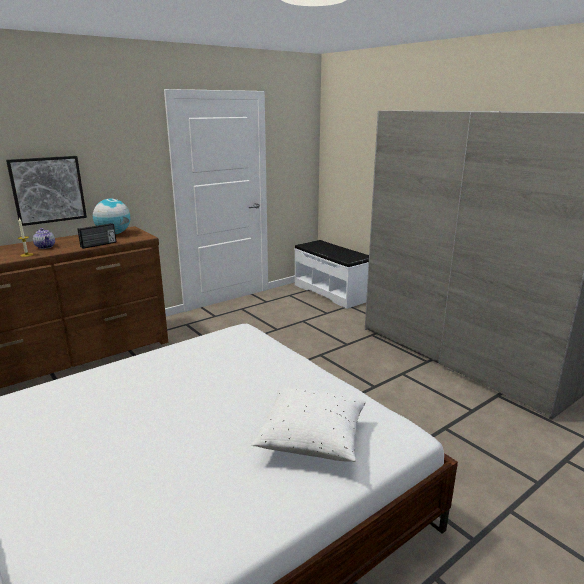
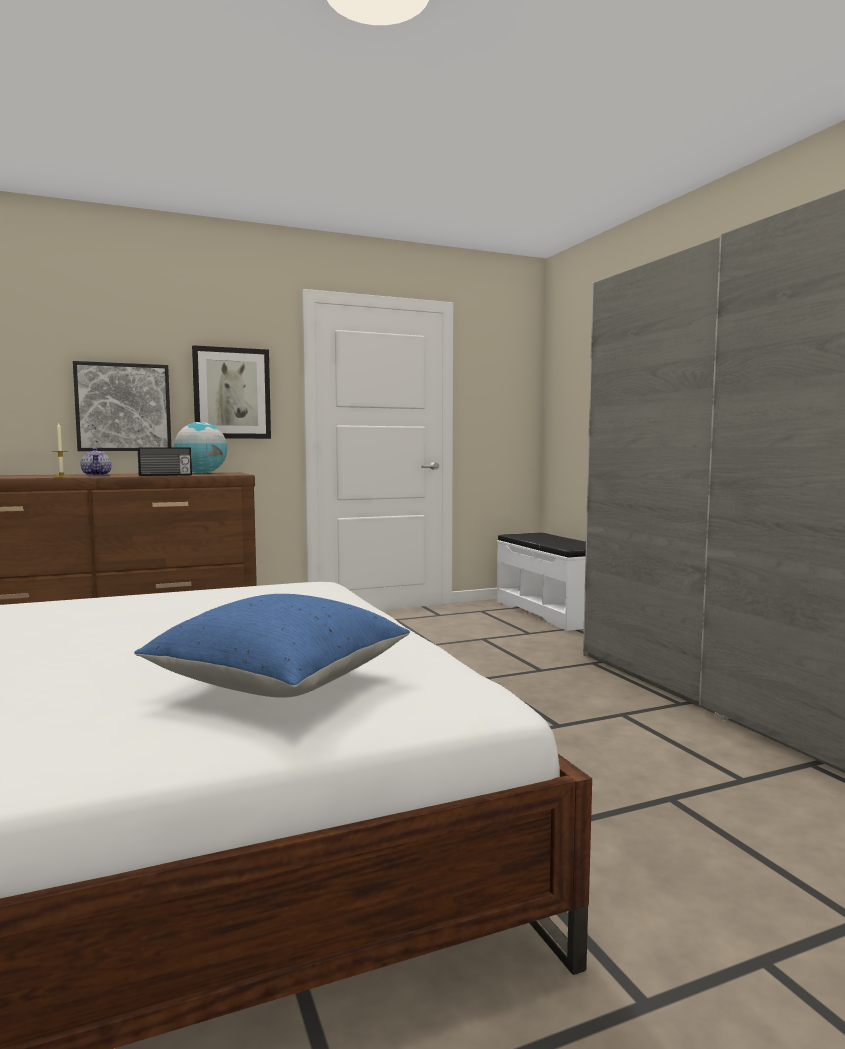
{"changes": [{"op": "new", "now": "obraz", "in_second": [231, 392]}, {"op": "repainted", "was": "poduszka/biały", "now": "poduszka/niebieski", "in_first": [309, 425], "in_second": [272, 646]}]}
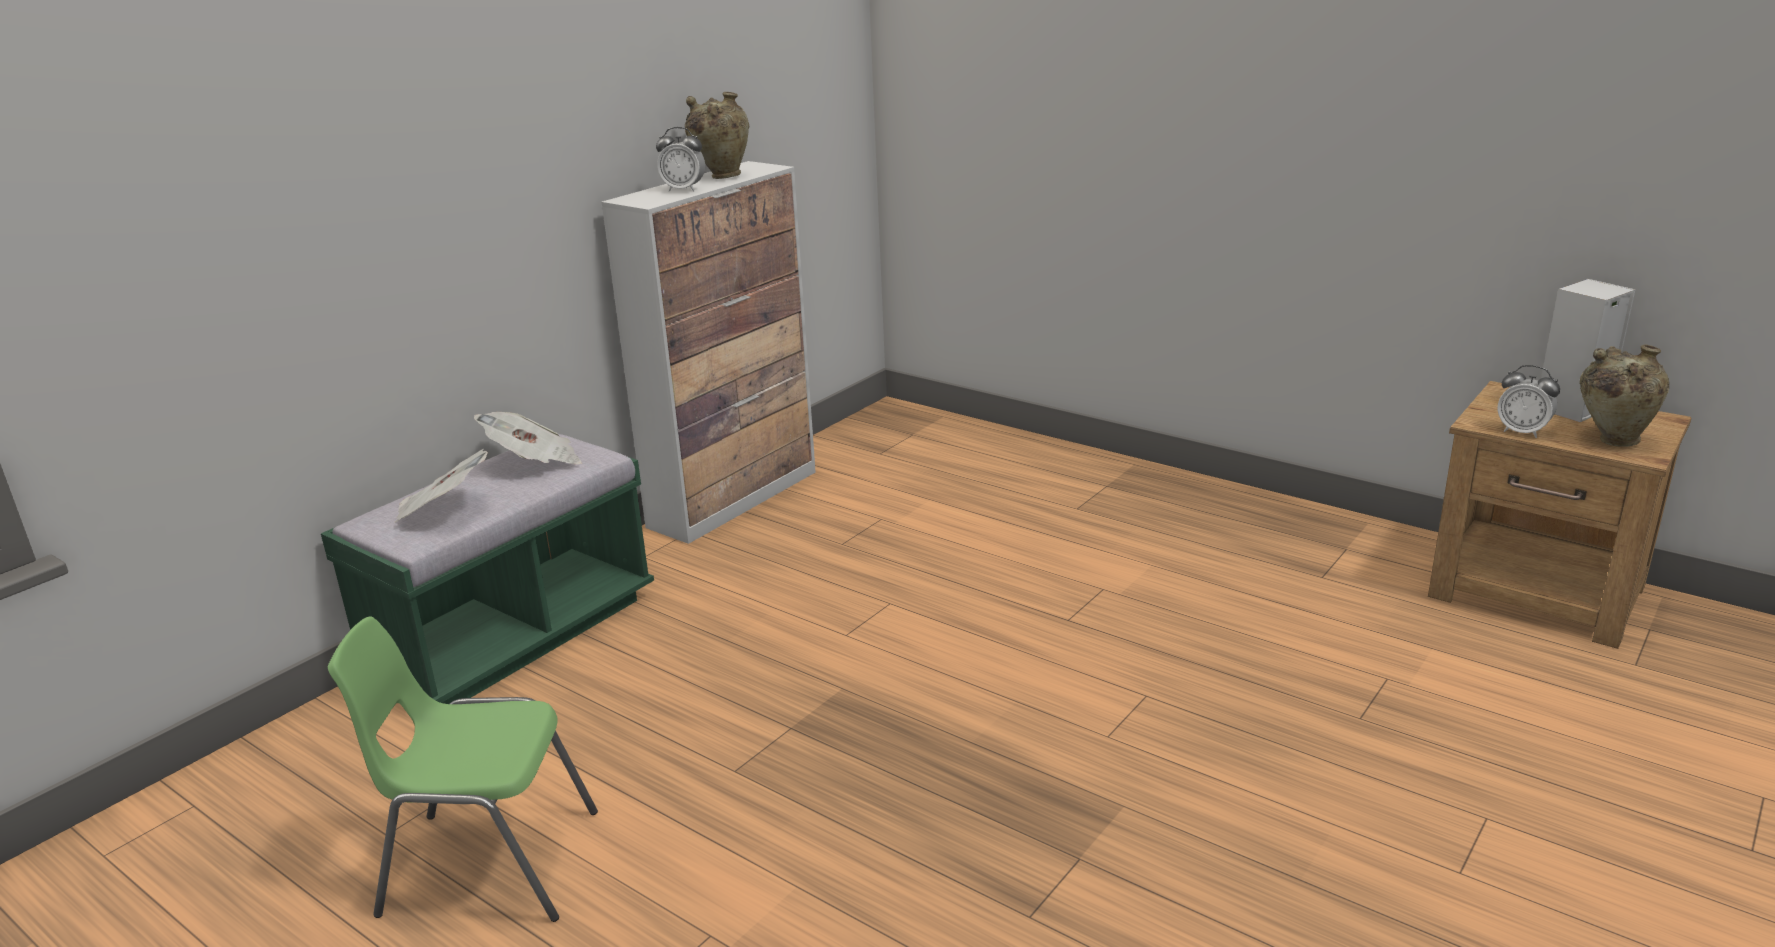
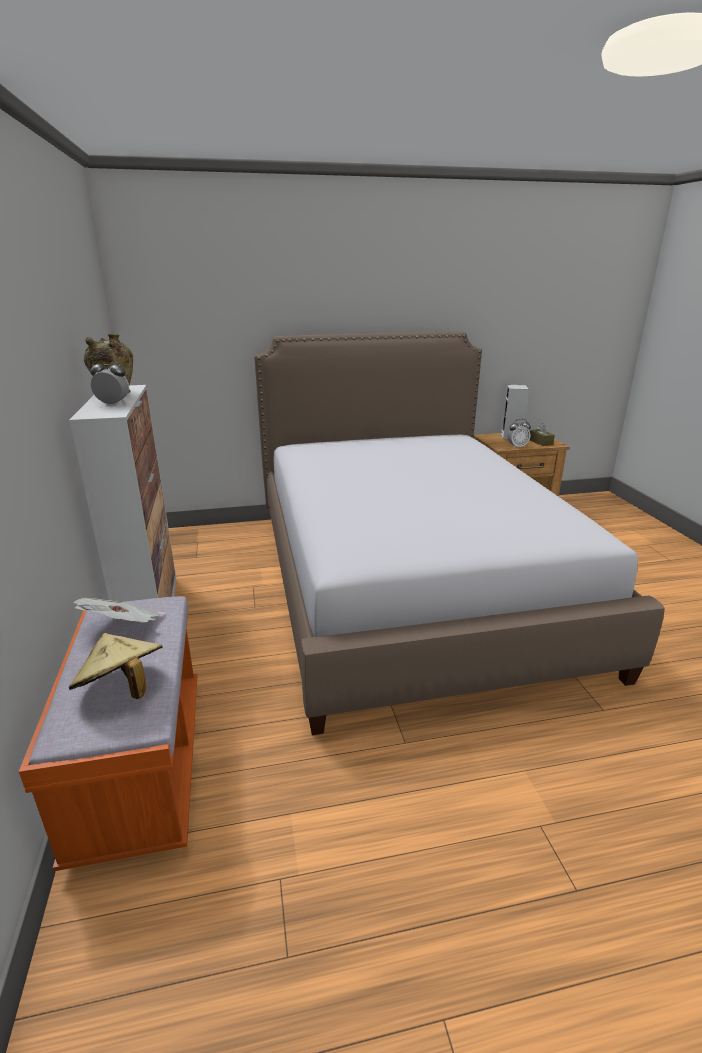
{"changes": [{"op": "gone", "was": "krzesło/zielony", "in_first": [463, 769]}, {"op": "new", "now": "łóżko", "in_second": [459, 533]}, {"op": "swapped", "was": "gazeta", "now": "kapelusz/beżowy", "in_first": [441, 486], "in_second": [116, 666]}, {"op": "swapped", "was": "wazon/beżowy", "now": "pudełko chusteczek/brązowy", "in_first": [1624, 396], "in_second": [542, 434]}, {"op": "repainted", "was": "ławka/zielony", "now": "ławka/pomarańczowy", "in_first": [487, 569], "in_second": [108, 733]}, {"op": "rotated", "was": "budzik", "in_first": [680, 159], "in_second": [109, 381], "clockwise": -135}]}
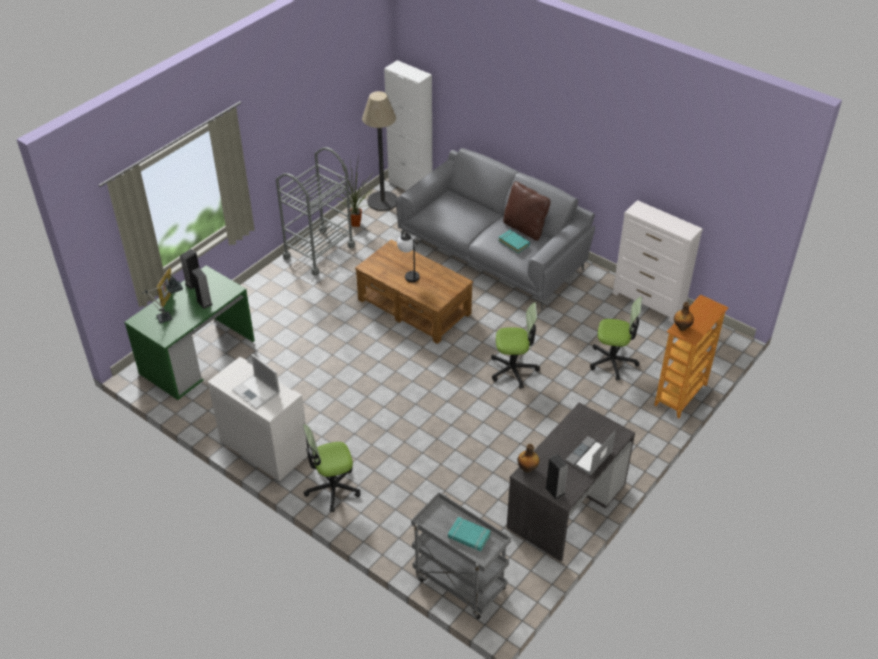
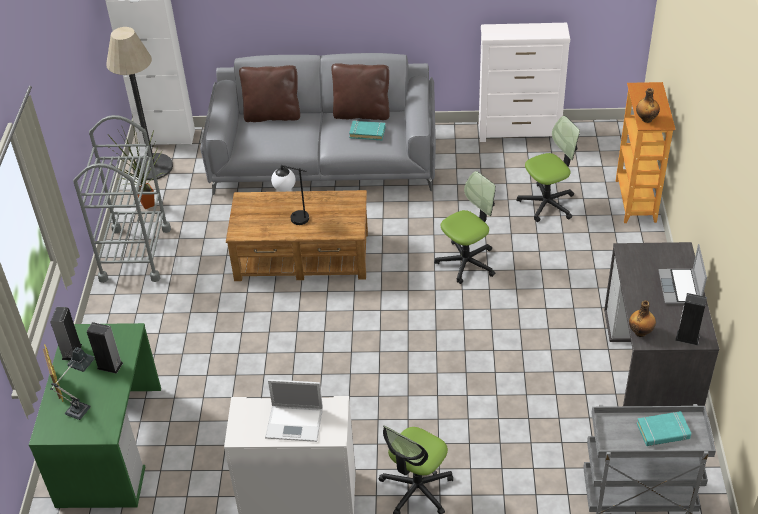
{"changes": [{"op": "new", "now": "poduszka/brązowy", "in_second": [269, 93]}]}
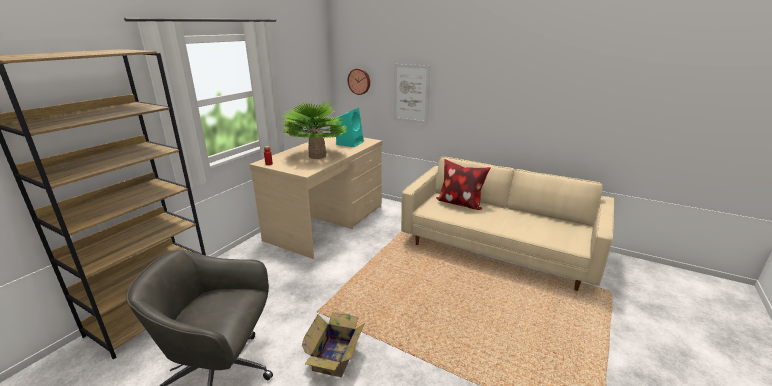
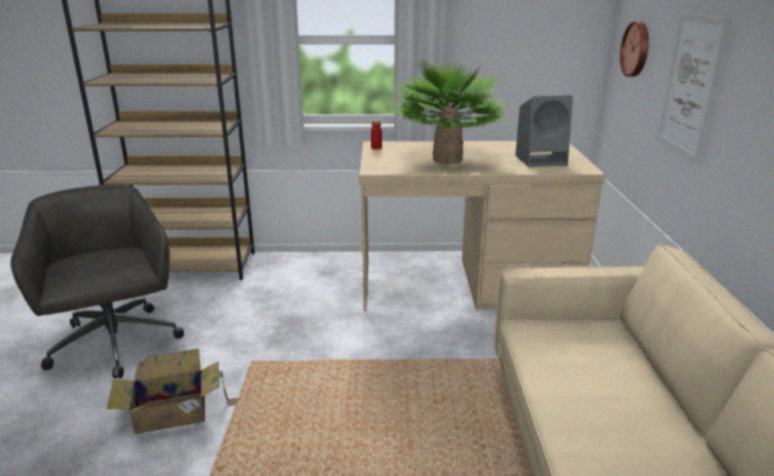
{"changes": [{"op": "gone", "was": "poduszka", "in_first": [463, 184]}, {"op": "repainted", "was": "głośnik/turkusowy", "now": "głośnik/szary", "in_first": [349, 127], "in_second": [544, 131]}]}
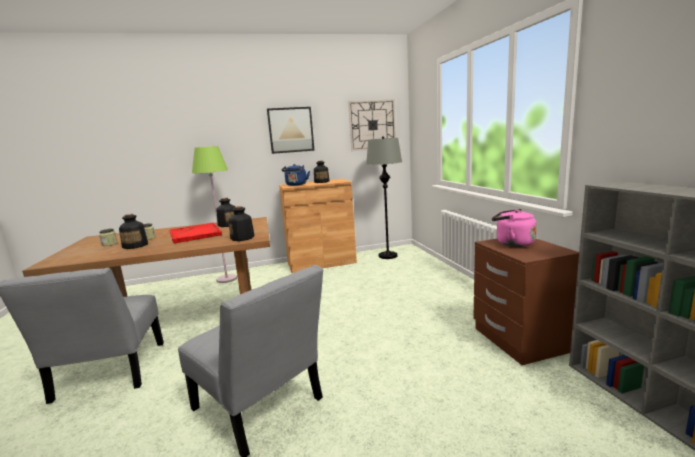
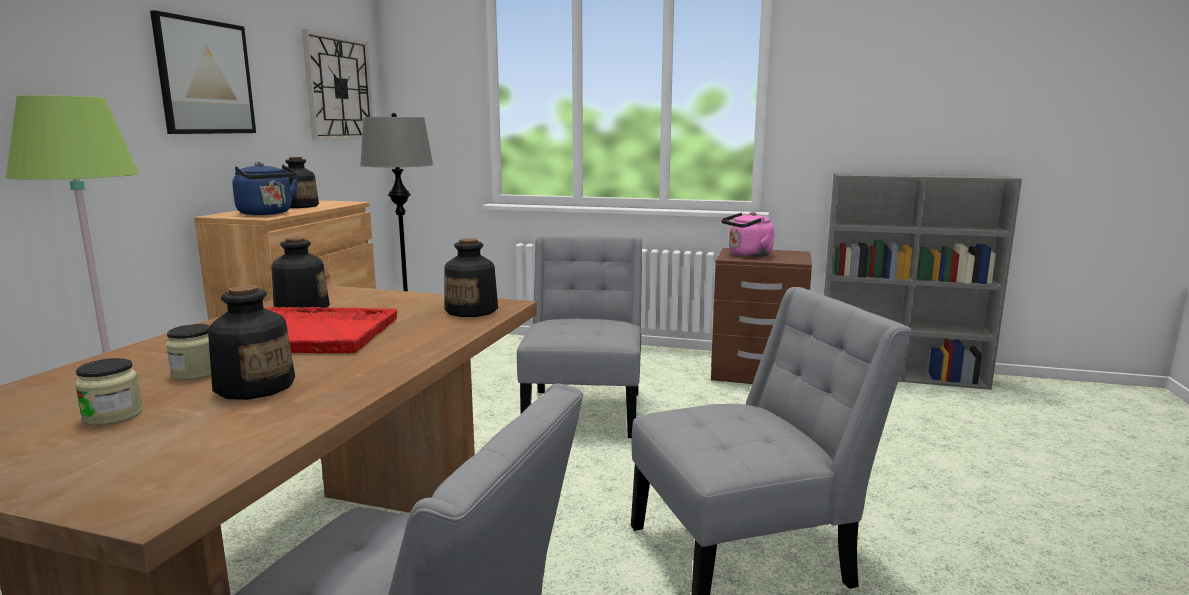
{"changes": [{"op": "new", "now": "krzesło/szary", "in_second": [579, 336]}]}
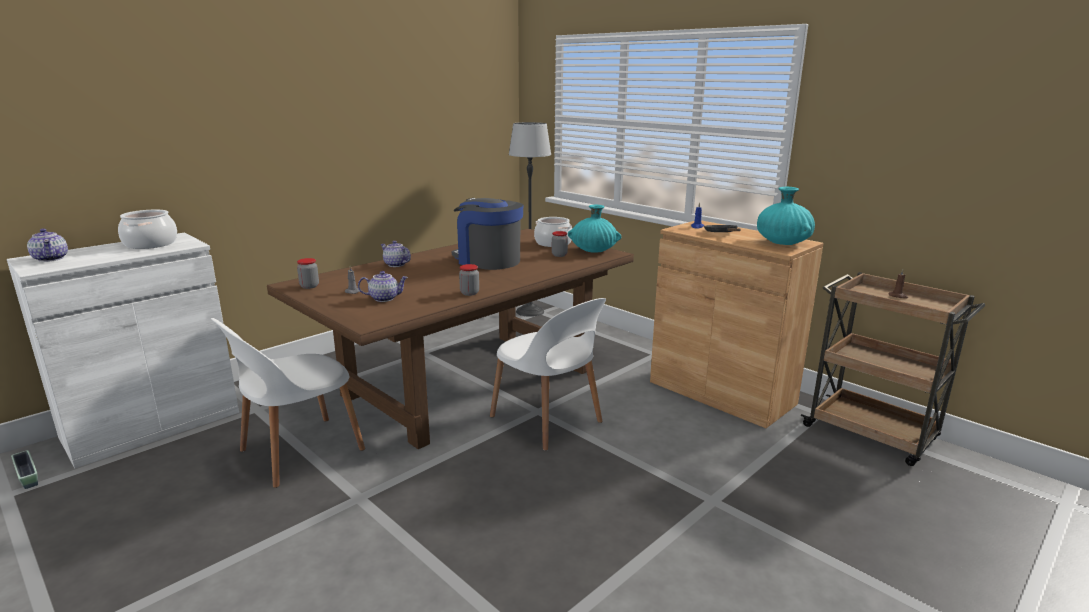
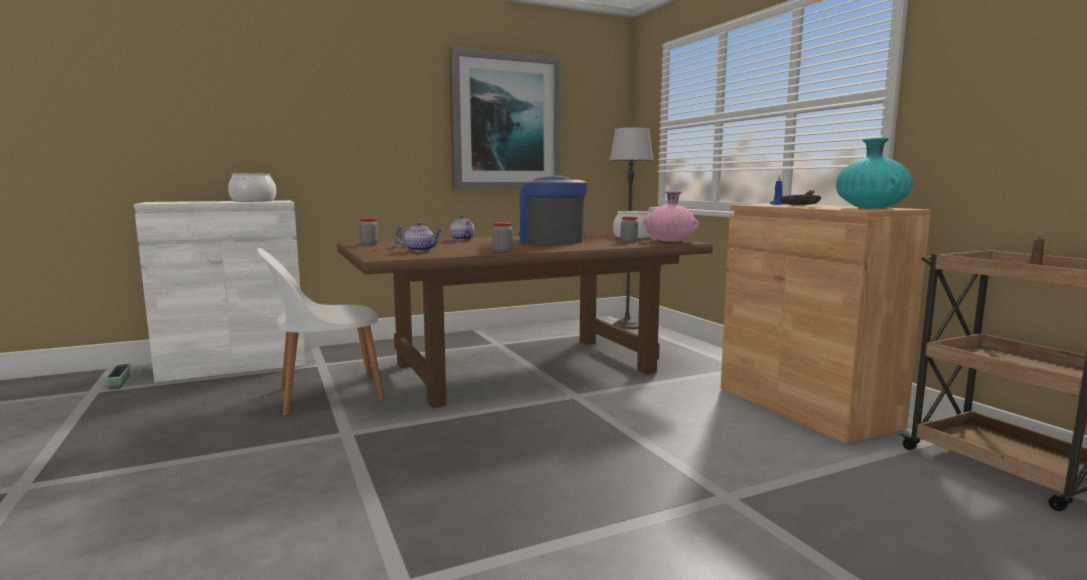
{"changes": [{"op": "gone", "was": "imbryk", "in_first": [47, 245]}, {"op": "gone", "was": "krzesło/biały", "in_first": [548, 374]}, {"op": "new", "now": "obraz", "in_second": [505, 118]}, {"op": "repainted", "was": "wazon/turkusowy", "now": "wazon/różowy", "in_first": [594, 229], "in_second": [671, 216]}]}
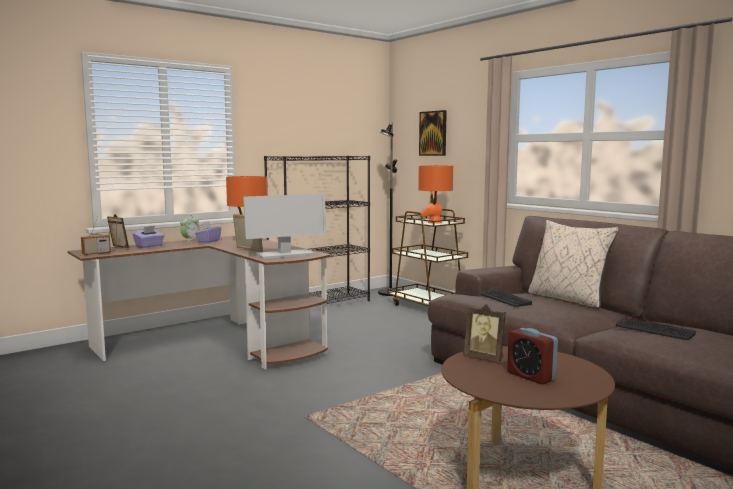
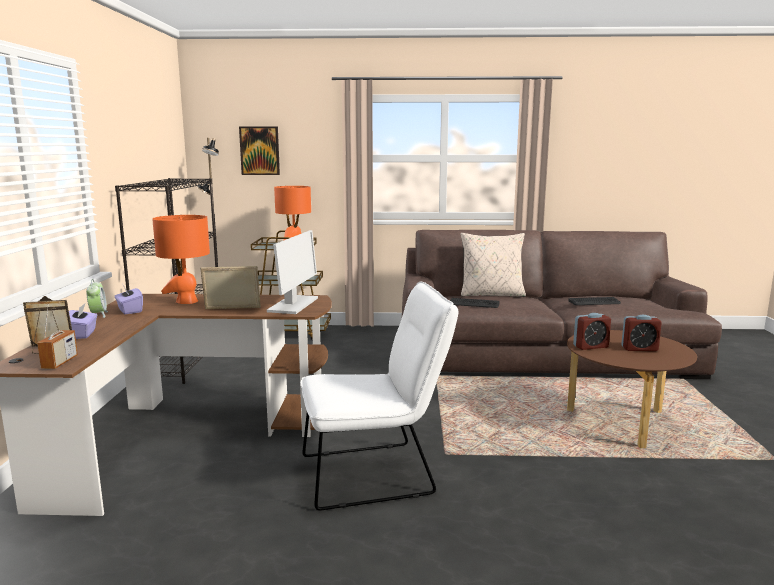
{"changes": [{"op": "new", "now": "krzesło/biały", "in_second": [379, 396]}, {"op": "swapped", "was": "ramka na zdjęcie", "now": "budzik", "in_first": [485, 333], "in_second": [592, 331]}]}
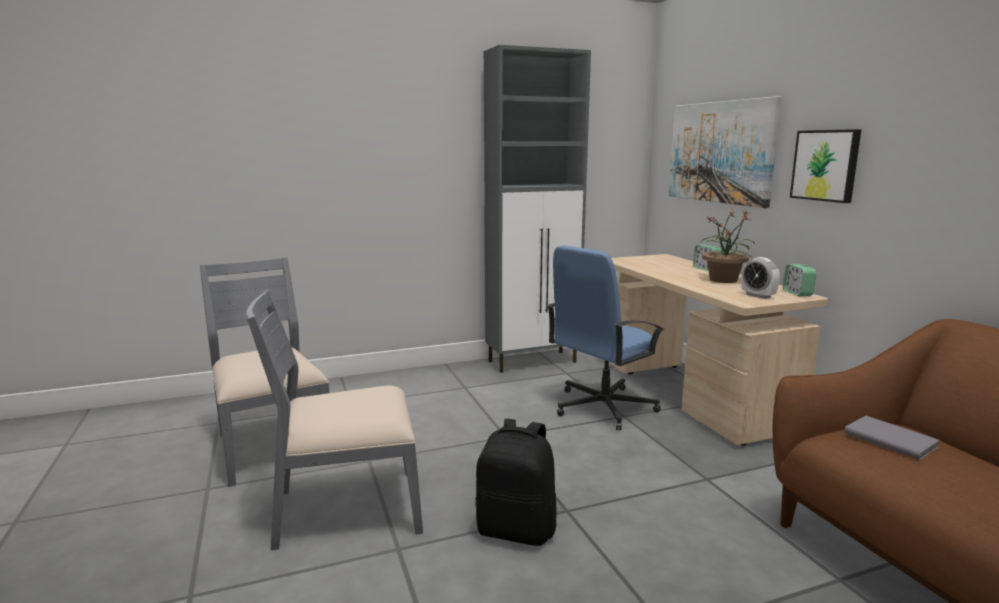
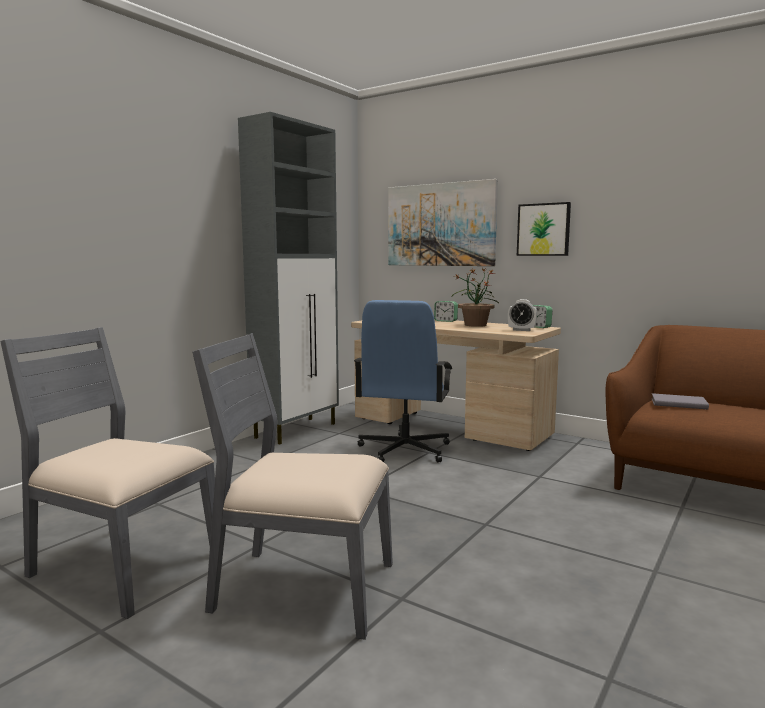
{"changes": [{"op": "gone", "was": "plecak/czarny", "in_first": [516, 482]}, {"op": "rotated", "was": "krzesło/szary", "in_first": [334, 420], "in_second": [292, 486], "clockwise": 60}]}
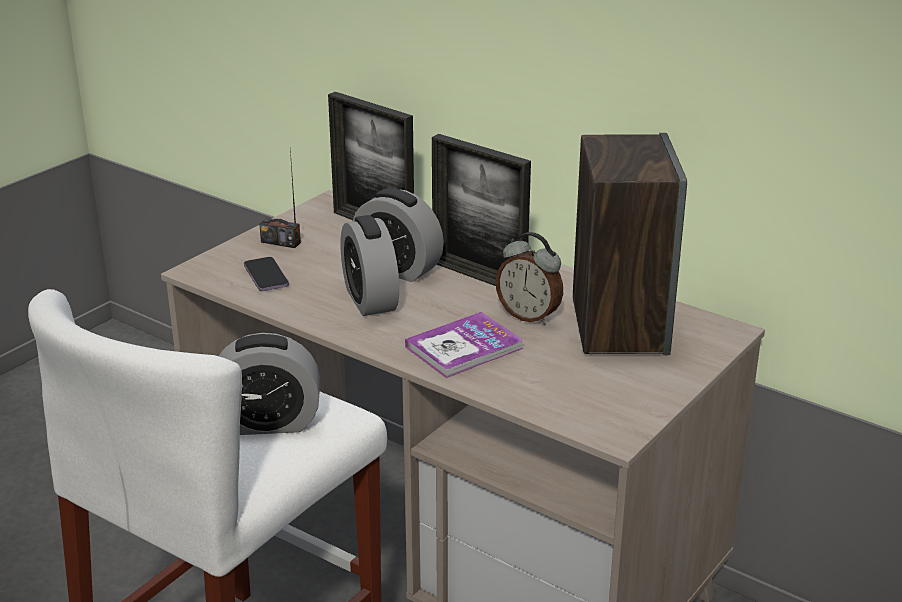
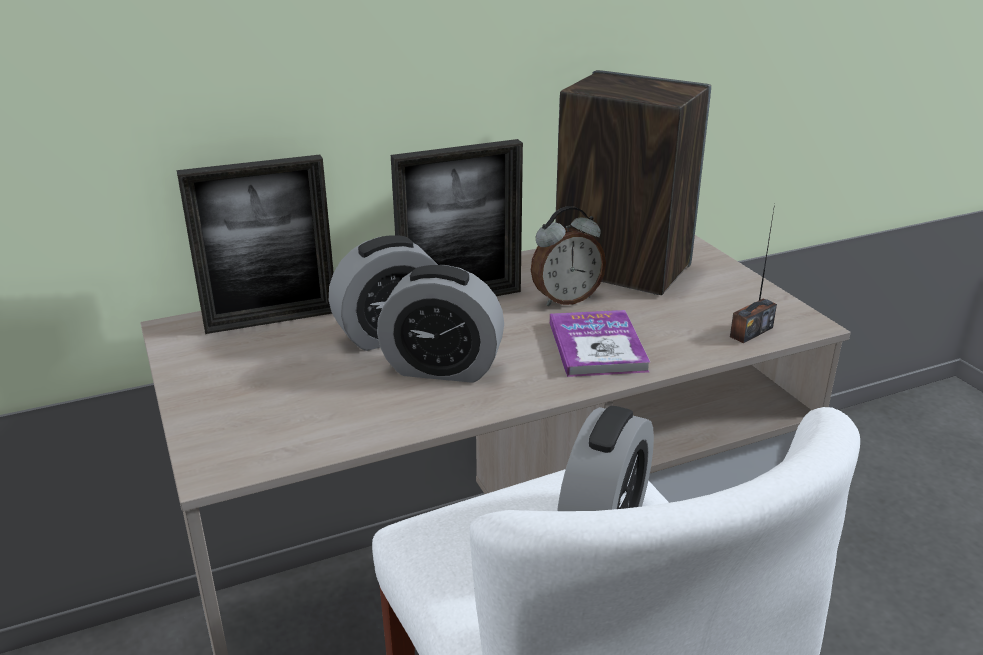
{"changes": [{"op": "gone", "was": "telefon", "in_first": [266, 274]}, {"op": "shifted", "was": "radio", "in_first": [280, 198], "in_second": [753, 273]}]}
